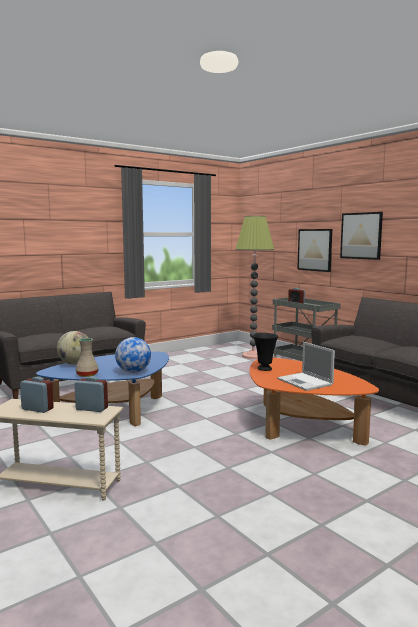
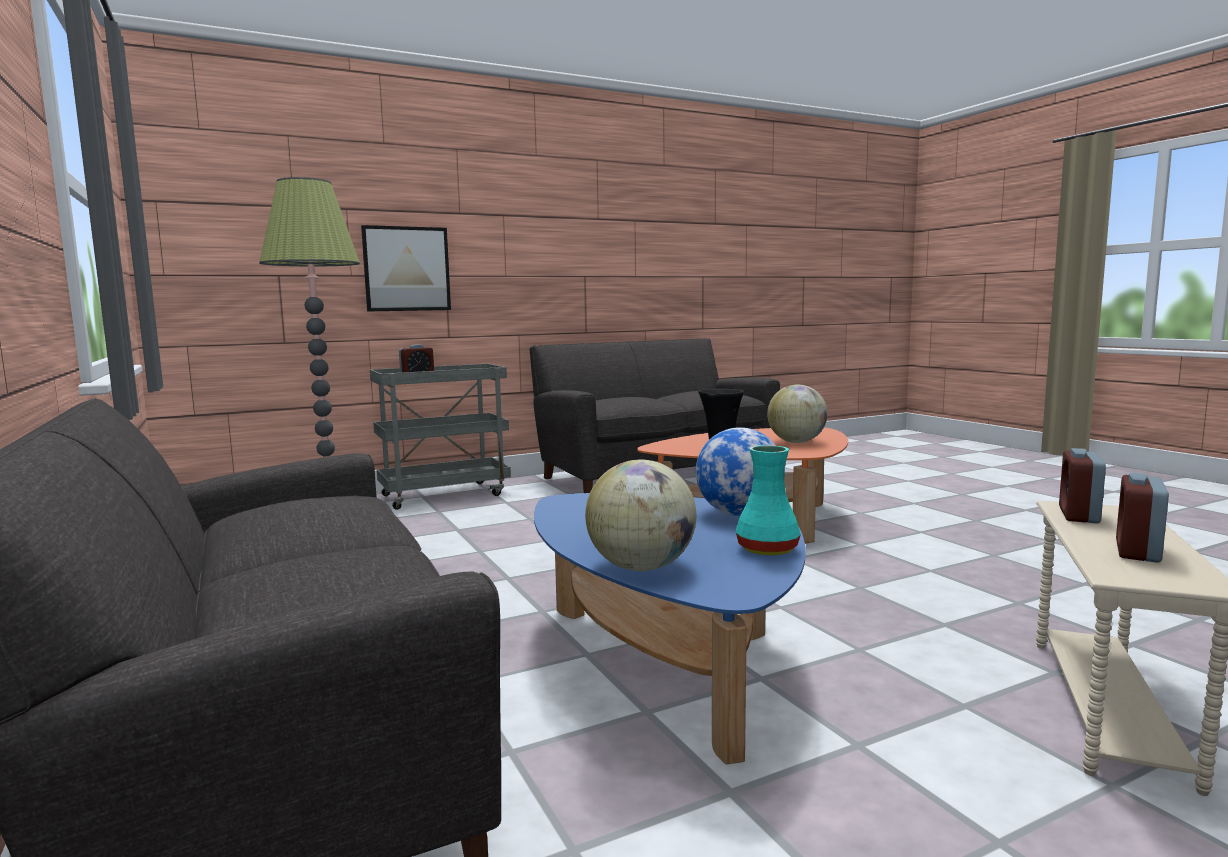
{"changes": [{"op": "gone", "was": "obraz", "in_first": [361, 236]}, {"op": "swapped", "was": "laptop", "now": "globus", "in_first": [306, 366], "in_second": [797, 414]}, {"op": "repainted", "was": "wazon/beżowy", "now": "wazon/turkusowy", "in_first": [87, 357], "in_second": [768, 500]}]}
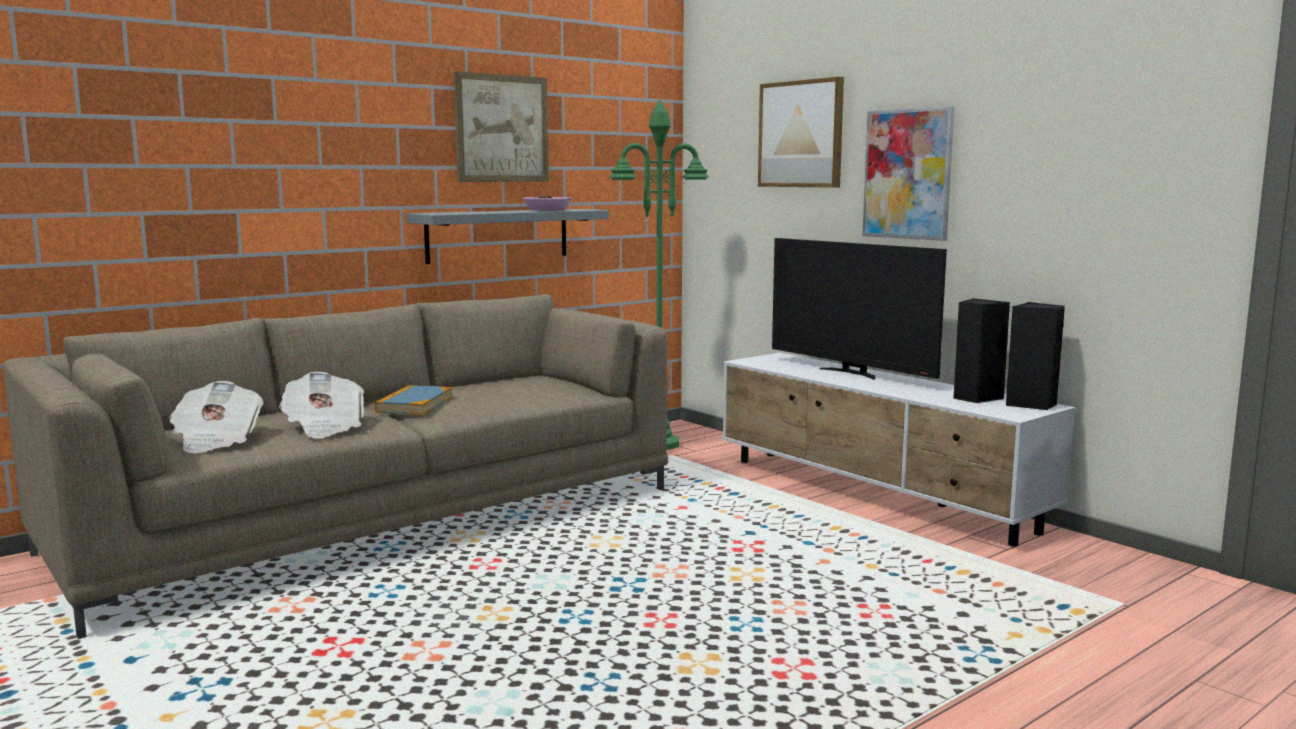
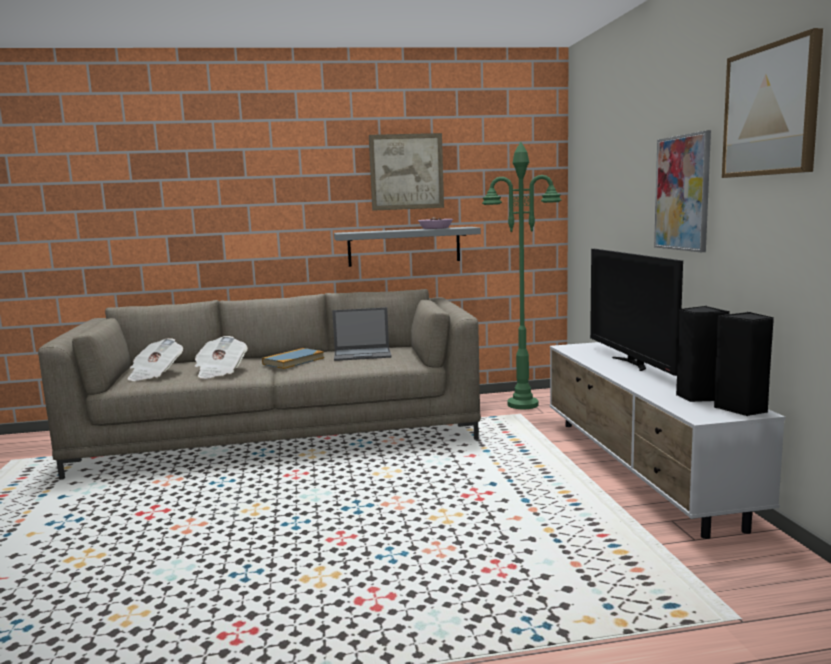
{"changes": [{"op": "new", "now": "laptop", "in_second": [362, 334]}, {"op": "shifted", "was": "obraz", "in_first": [801, 132], "in_second": [772, 103]}]}
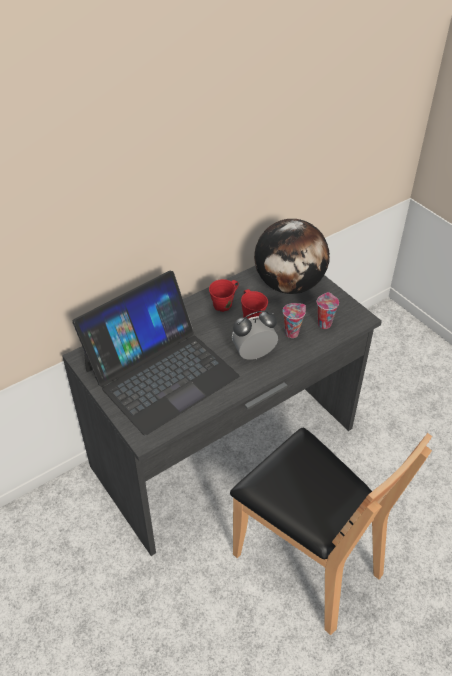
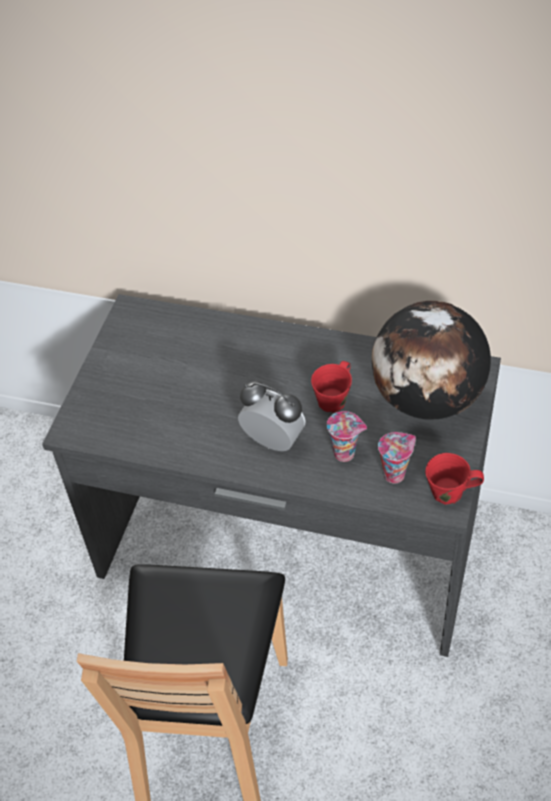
{"changes": [{"op": "gone", "was": "laptop", "in_first": [155, 353]}, {"op": "shifted", "was": "kubek/czerwony", "in_first": [224, 295], "in_second": [454, 479]}]}
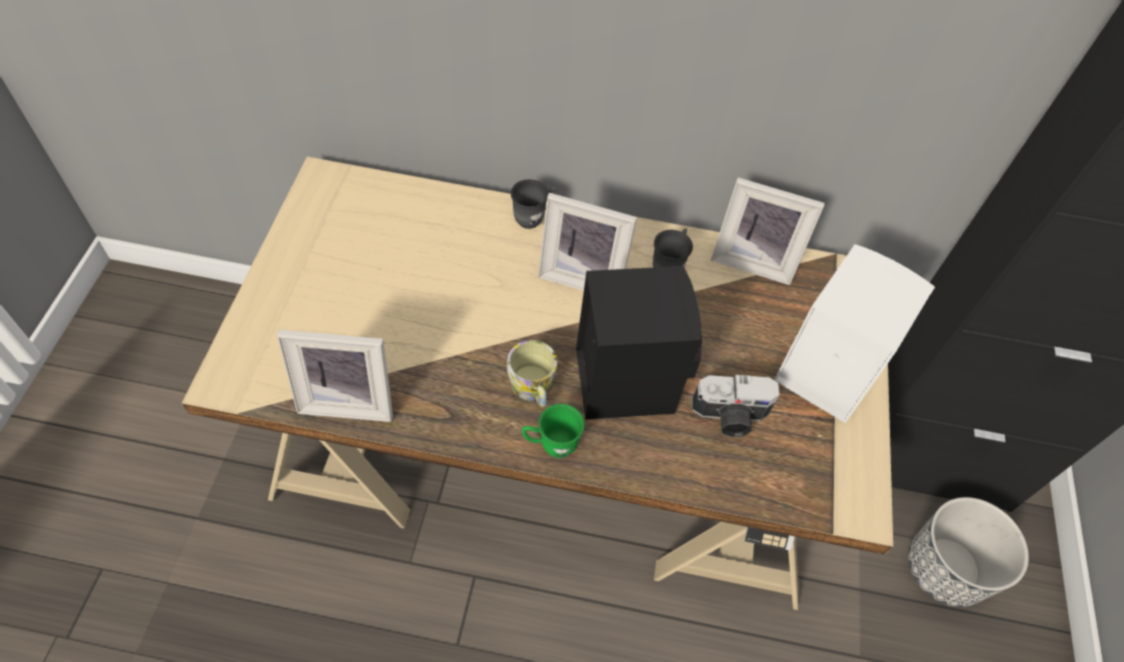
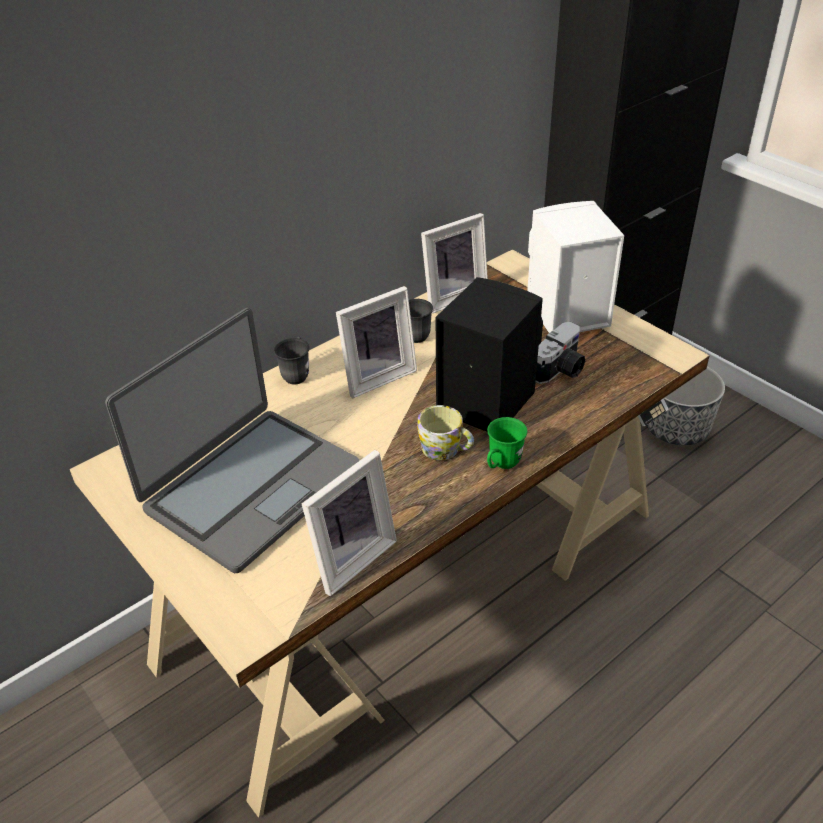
{"changes": [{"op": "new", "now": "laptop", "in_second": [232, 440]}]}
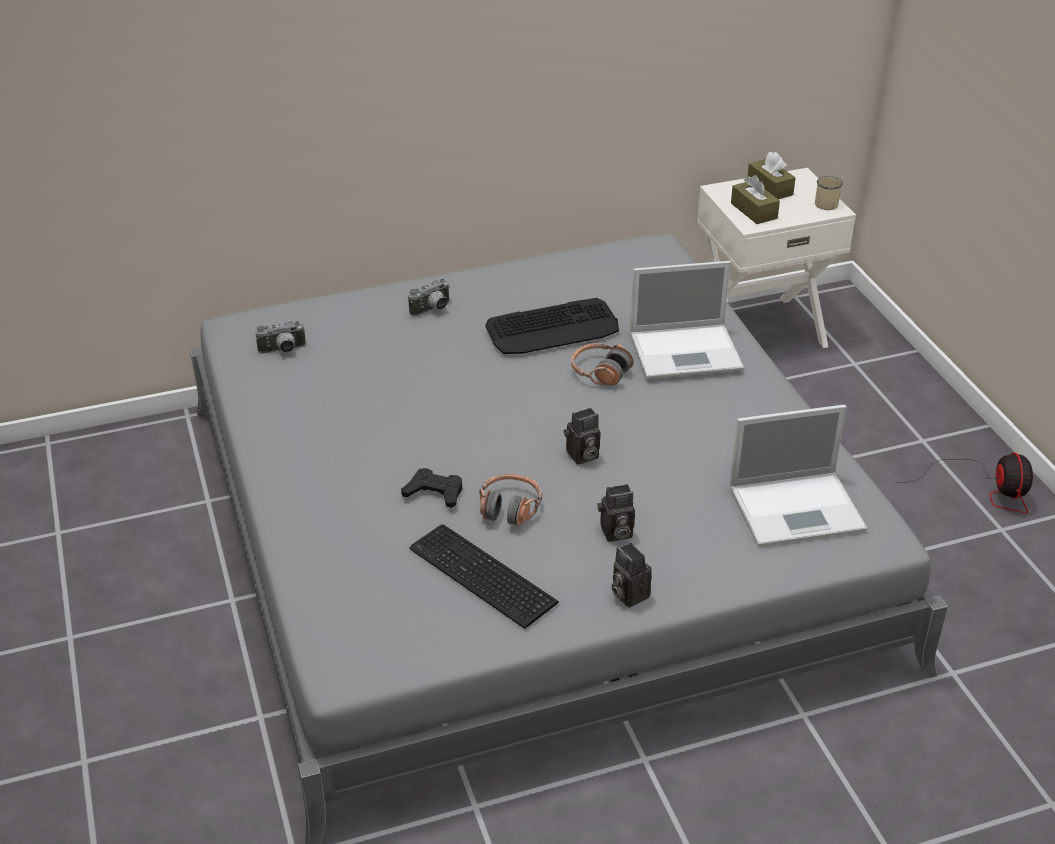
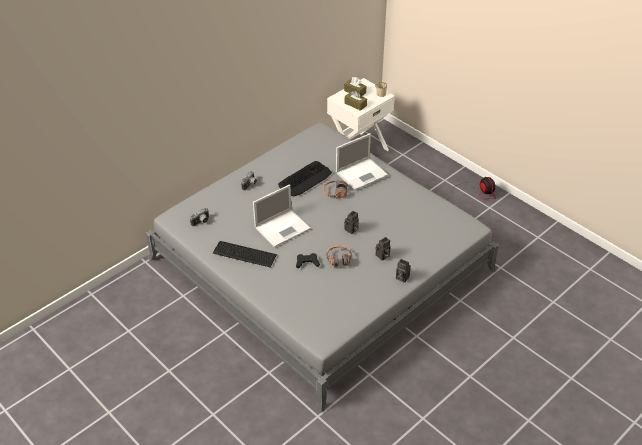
{"changes": [{"op": "shifted", "was": "klawiatura", "in_first": [484, 576], "in_second": [245, 254]}, {"op": "shifted", "was": "laptop", "in_first": [798, 476], "in_second": [282, 216]}]}
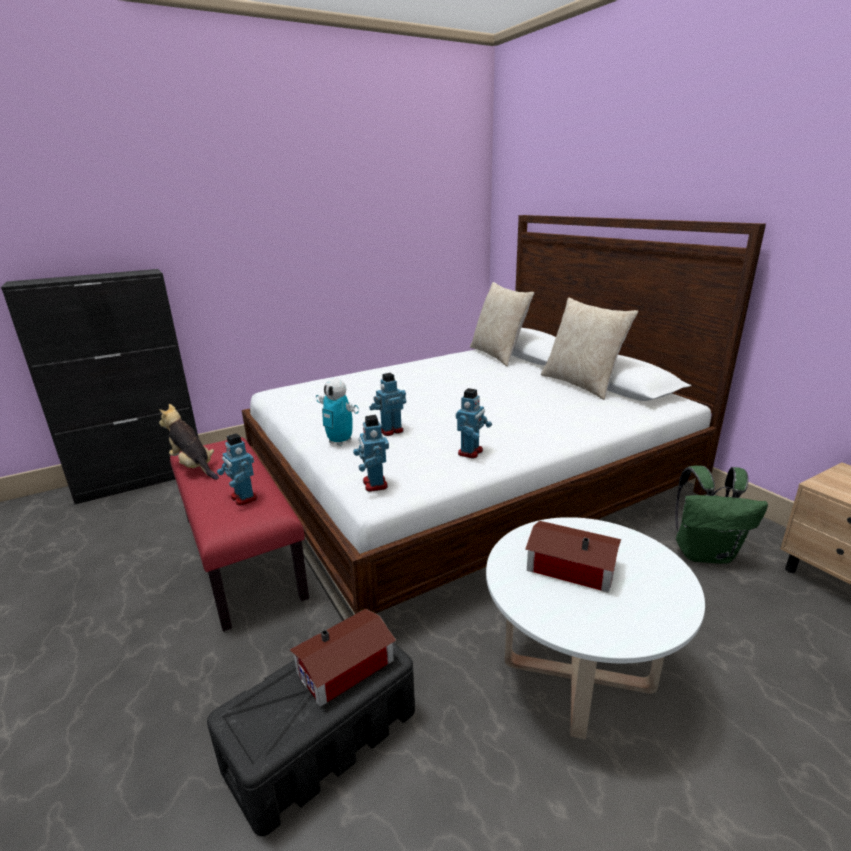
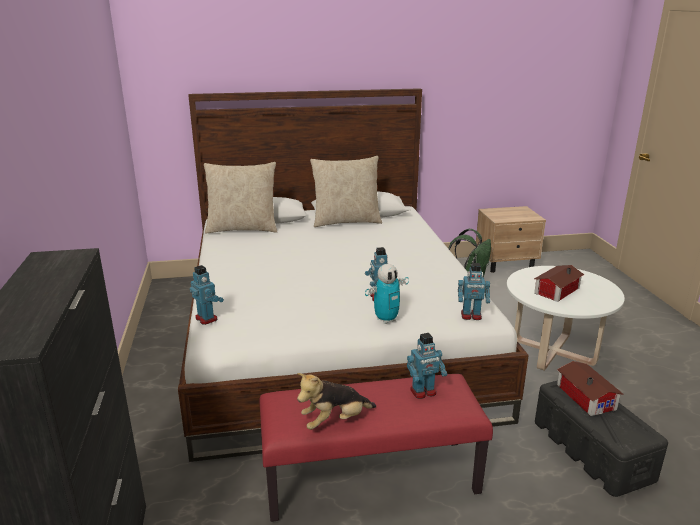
{"changes": [{"op": "shifted", "was": "robot zabawkowy", "in_first": [474, 423], "in_second": [207, 295]}]}
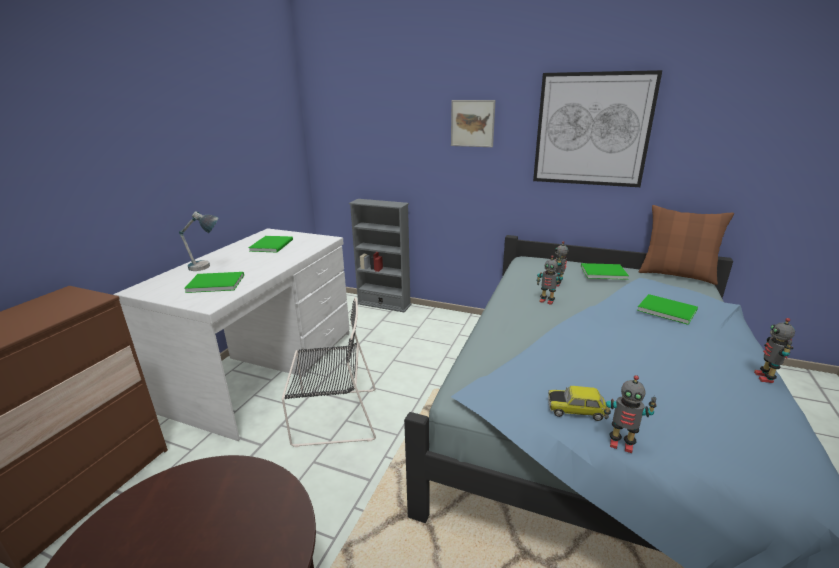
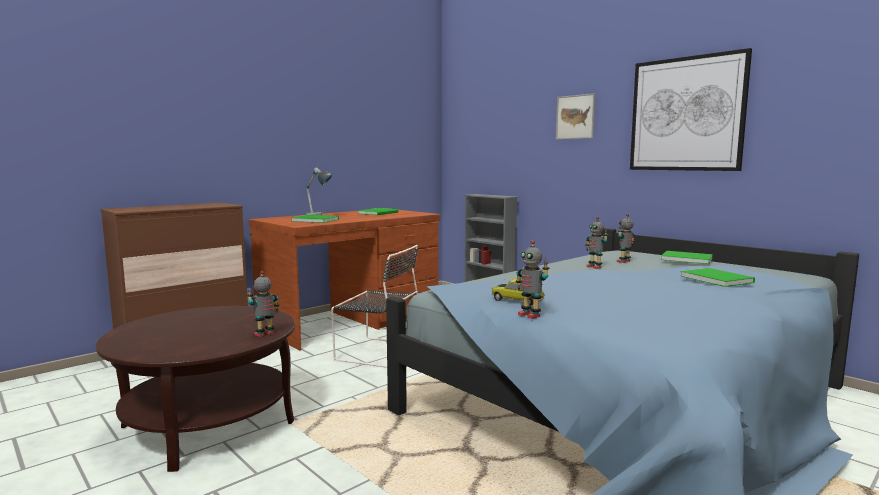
{"changes": [{"op": "gone", "was": "poduszka/brązowy", "in_first": [686, 245]}, {"op": "shifted", "was": "robot zabawkowy", "in_first": [774, 350], "in_second": [263, 304]}, {"op": "repainted", "was": "biurko/biały", "now": "biurko/brązowy", "in_first": [232, 334], "in_second": [344, 280]}]}
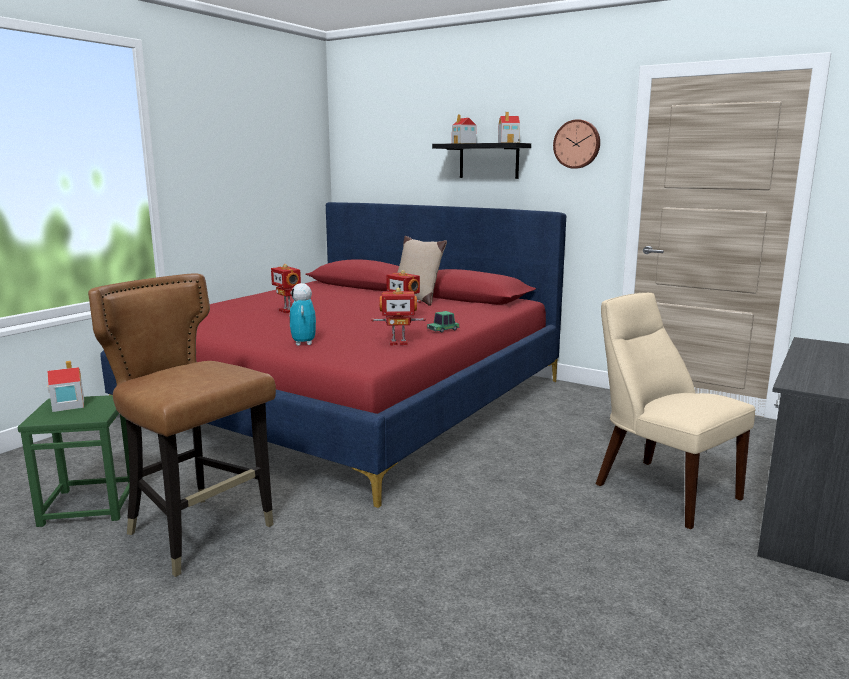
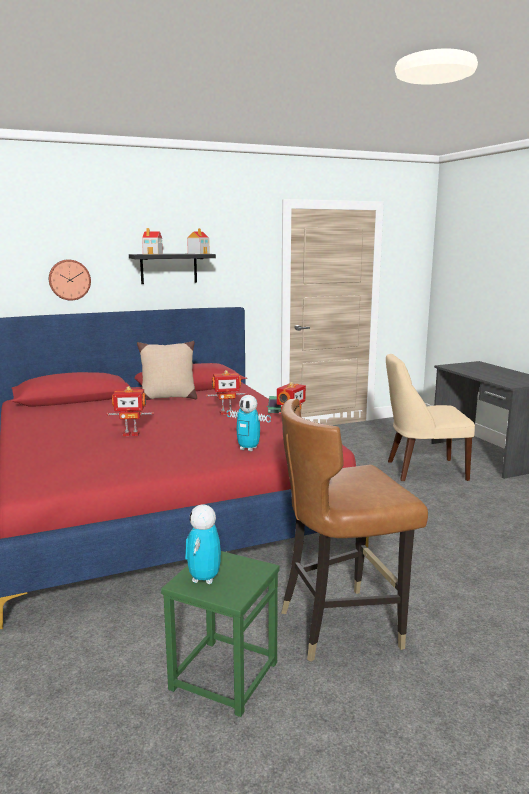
{"changes": [{"op": "shifted", "was": "zegar ścienny", "in_first": [576, 144], "in_second": [70, 280]}, {"op": "swapped", "was": "domek", "now": "robot zabawkowy", "in_first": [65, 386], "in_second": [203, 544]}]}
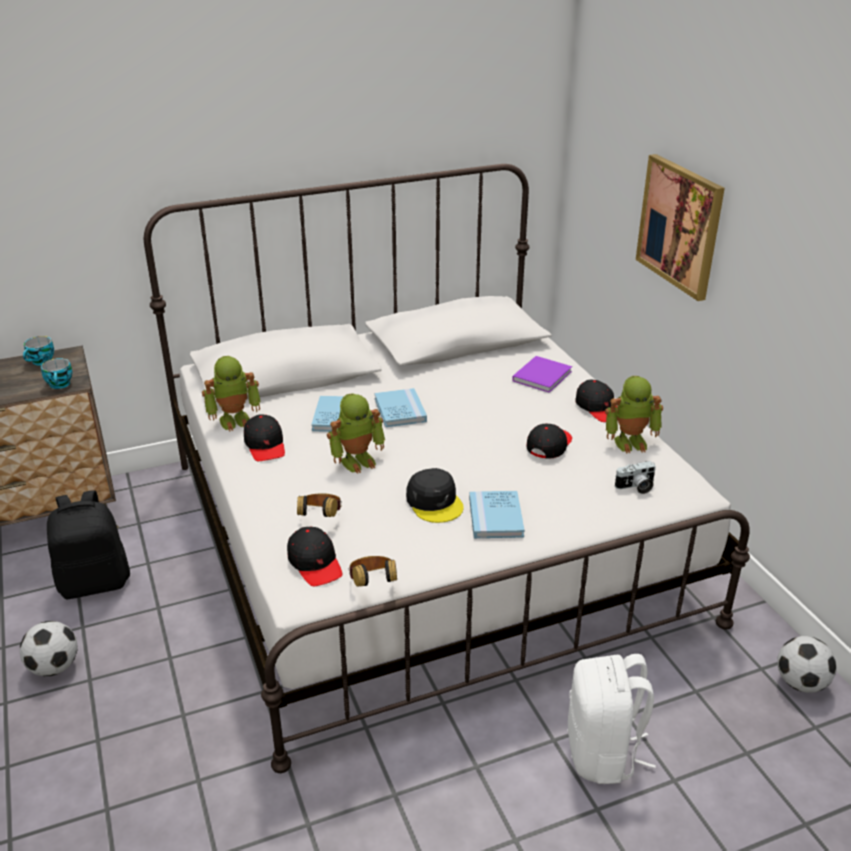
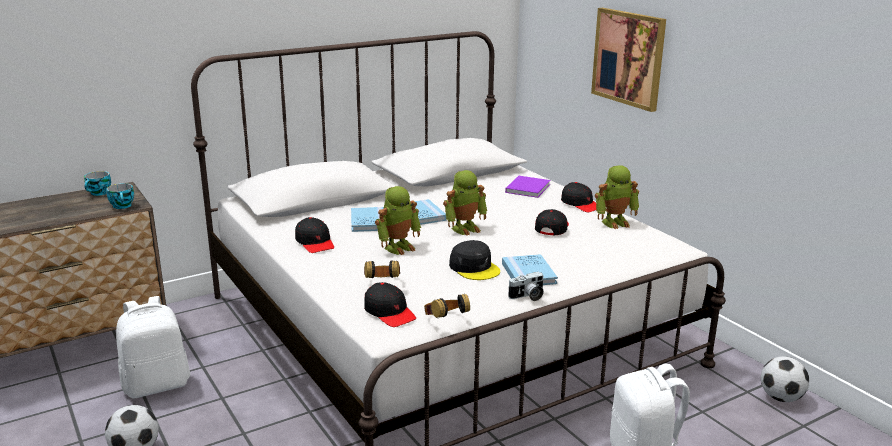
{"changes": [{"op": "shifted", "was": "robot zabawkowy", "in_first": [231, 393], "in_second": [465, 203]}, {"op": "shifted", "was": "aparat fotograficzny", "in_first": [635, 477], "in_second": [526, 286]}, {"op": "repainted", "was": "plecak/czarny", "now": "plecak/biały", "in_first": [88, 544], "in_second": [153, 347]}]}
